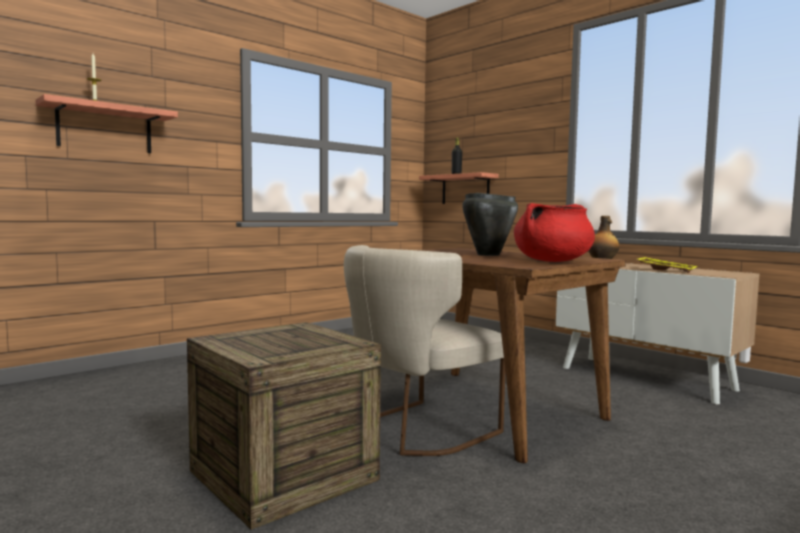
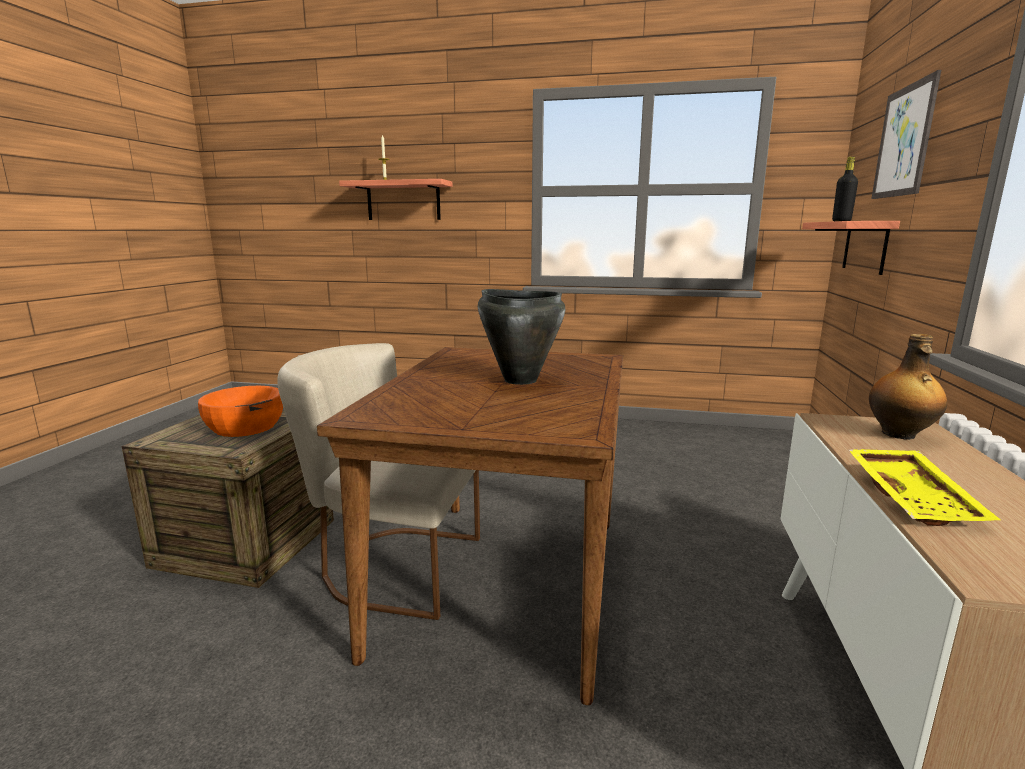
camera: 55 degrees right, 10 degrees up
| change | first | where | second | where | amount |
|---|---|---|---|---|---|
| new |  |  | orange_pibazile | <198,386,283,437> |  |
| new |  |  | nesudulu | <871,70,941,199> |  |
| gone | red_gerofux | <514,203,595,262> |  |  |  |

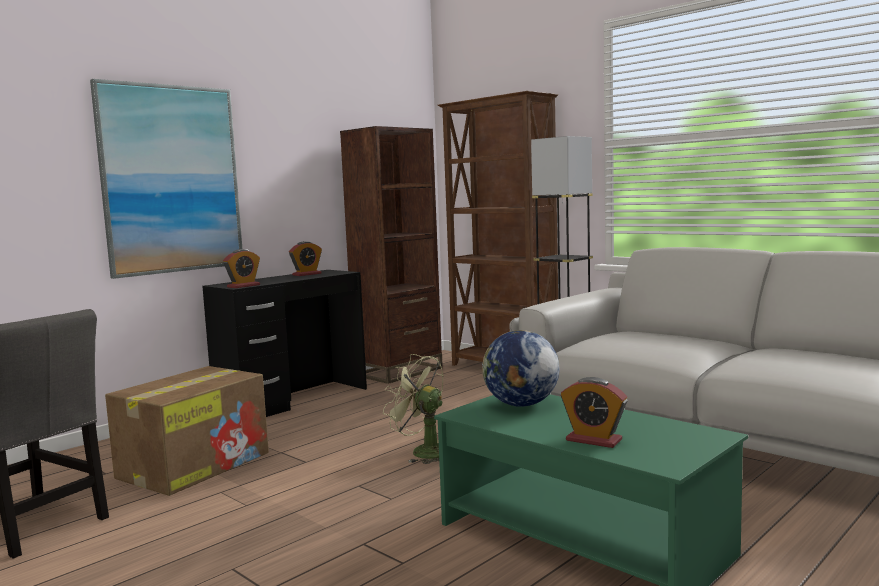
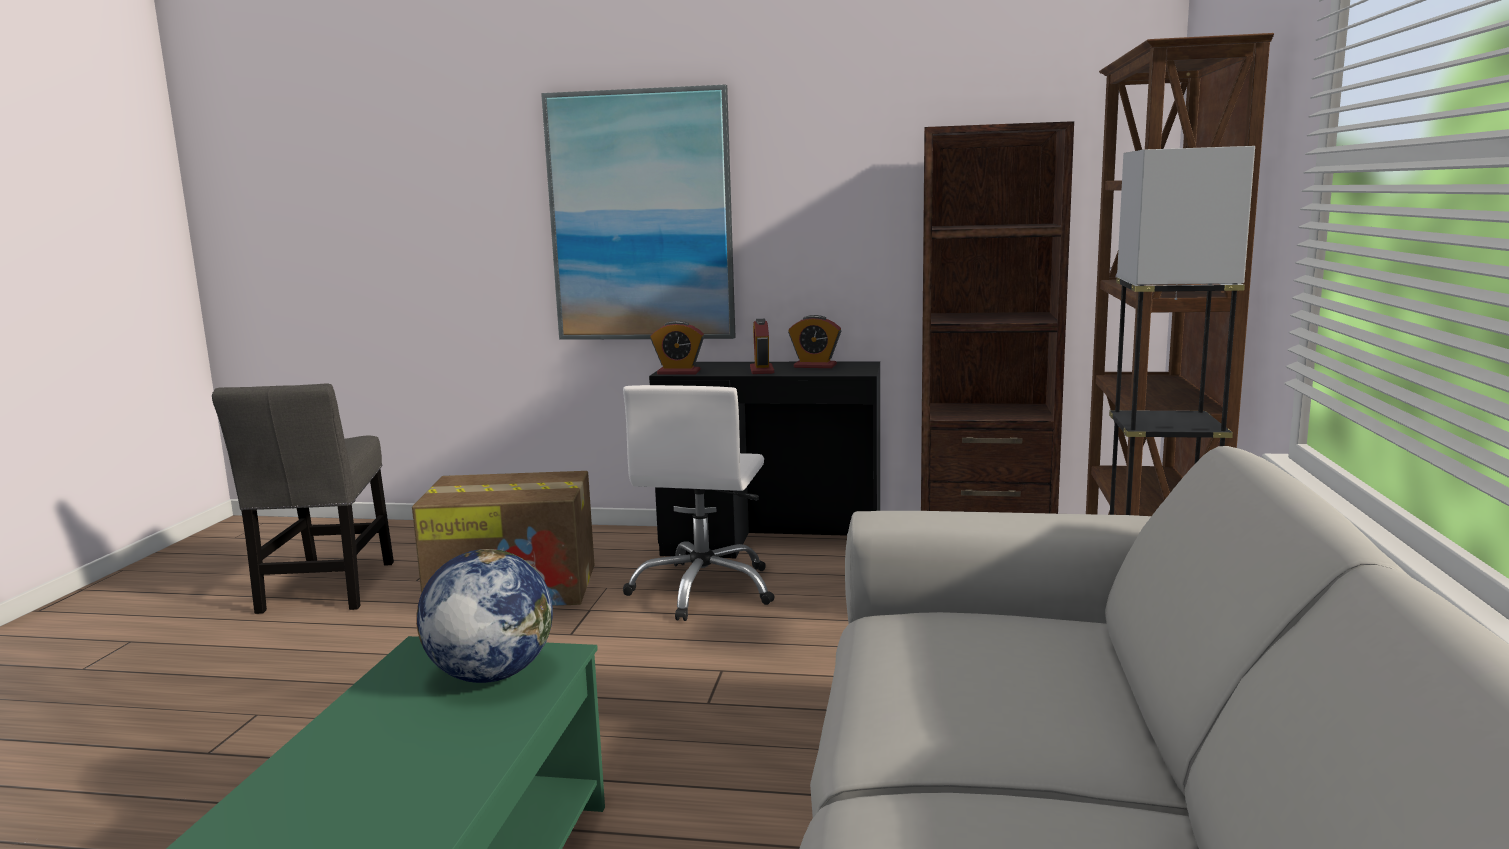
camera: 55 degrees right, 5 degrees up
| change | first | where | second | where | amount |
|---|---|---|---|---|---|
| new |  |  | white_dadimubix | <623,385,775,621> |  |
| shifted | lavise | <561,377,628,448> |  | <750,319,774,374> |  |
| gone | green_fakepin | <383,354,444,464> |  |  |  |

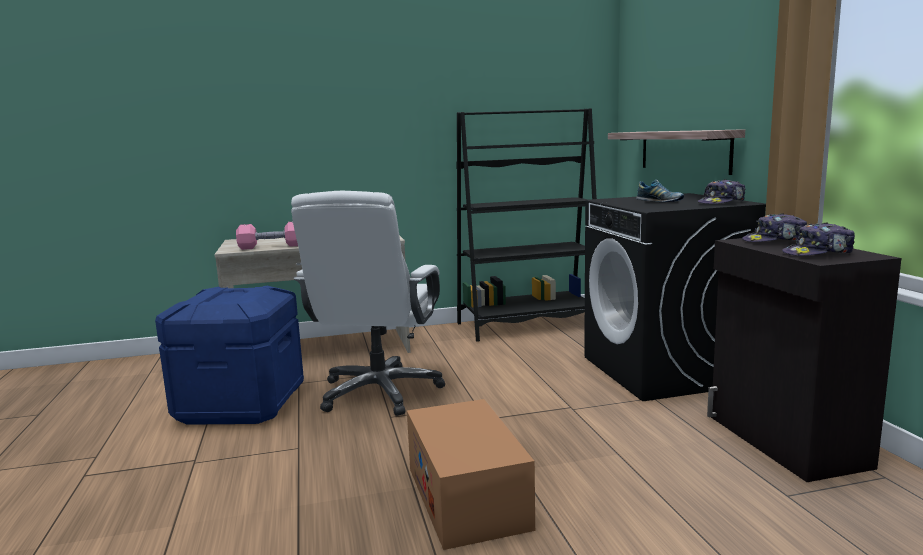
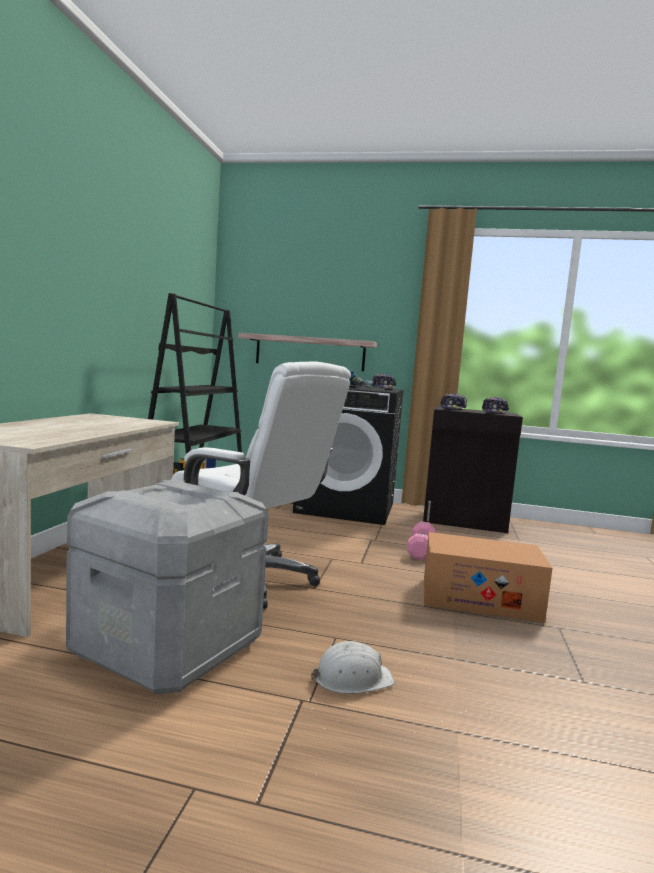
camera: 65 degrees left, 5 degrees down
| change | first | where | second | where | amount |
|---|---|---|---|---|---|
| repainted | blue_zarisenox | <155,286,304,425> | grey_zarisenox | <66,480,268,694> |  |
| new |  |  | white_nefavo | <311,641,395,694> |  |
| shifted | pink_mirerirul | <236,222,298,250> |  | <407,521,436,560> |  |

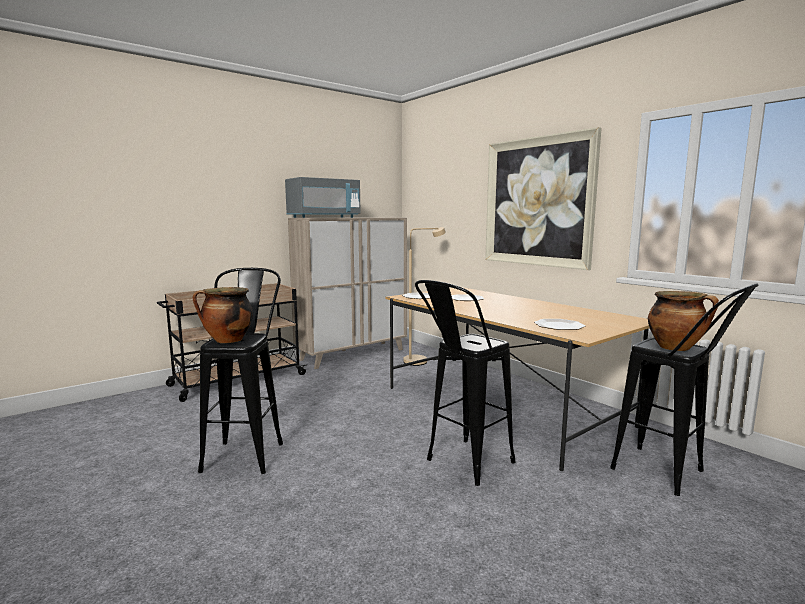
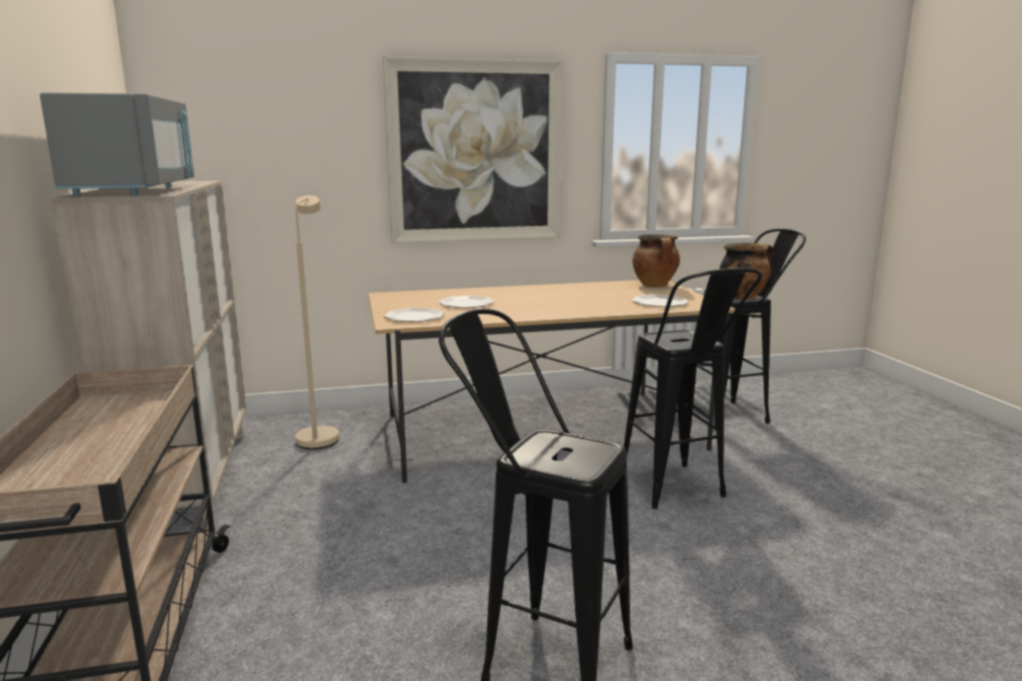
camera: 65 degrees left, 5 degrees up
| change | first | where | second | where | amount |
|---|---|---|---|---|---|
| shifted | gerofux | <193,287,253,343> |  | <632,234,680,287> |  |

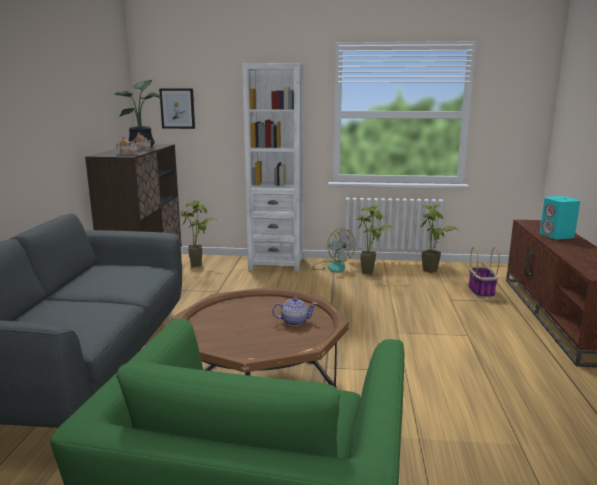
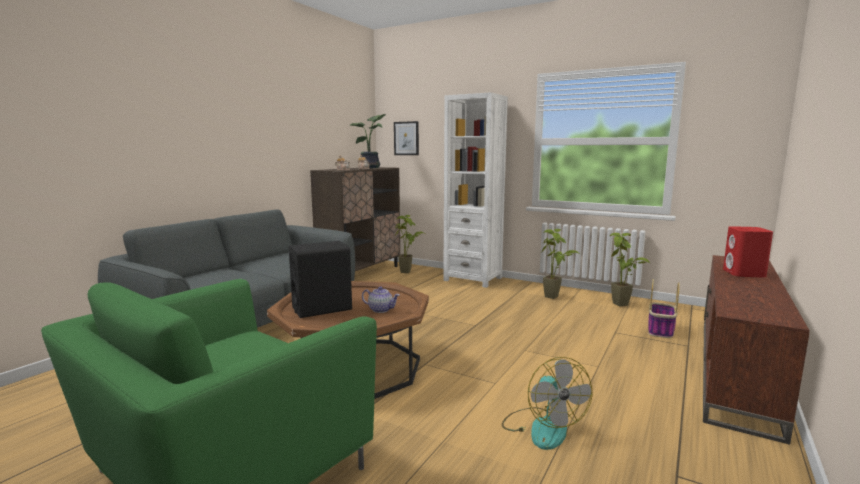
camera: 25 degrees right, 5 degrees down
| change | first | where | second | where | amount |
|---|---|---|---|---|---|
| new |  |  | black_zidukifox | <289,241,352,318> |  |
| shifted | fakepin | <313,228,356,273> |  | <502,357,592,450> |  |
| repainted | turquoise_zidukifox | <539,196,580,240> | red_zidukifox | <723,226,773,278> |  |

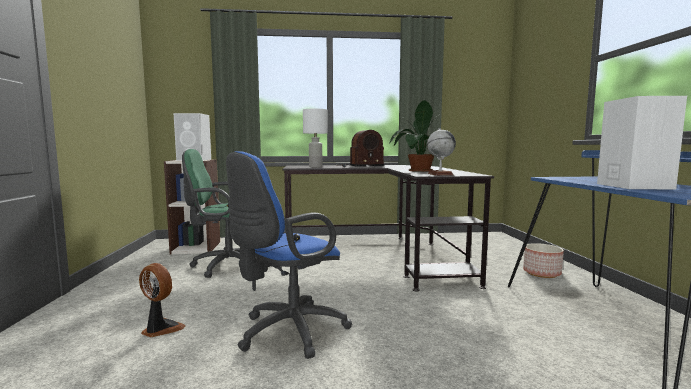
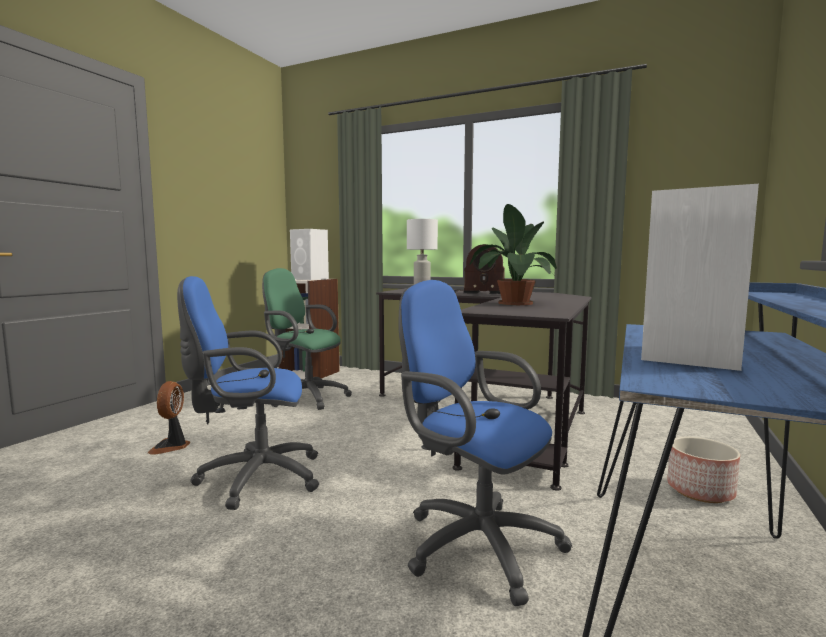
camera: 30 degrees right, 0 degrees up
| change | first | where | second | where | amount |
|---|---|---|---|---|---|
| rotated | fakepin | <139,263,186,337> |  | <148,381,190,455> | 150 degrees counterclockwise |
| new |  |  | blue_dadimubix | <399,280,572,606> |  |
| gone | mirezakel | <427,128,456,176> |  |  |  |

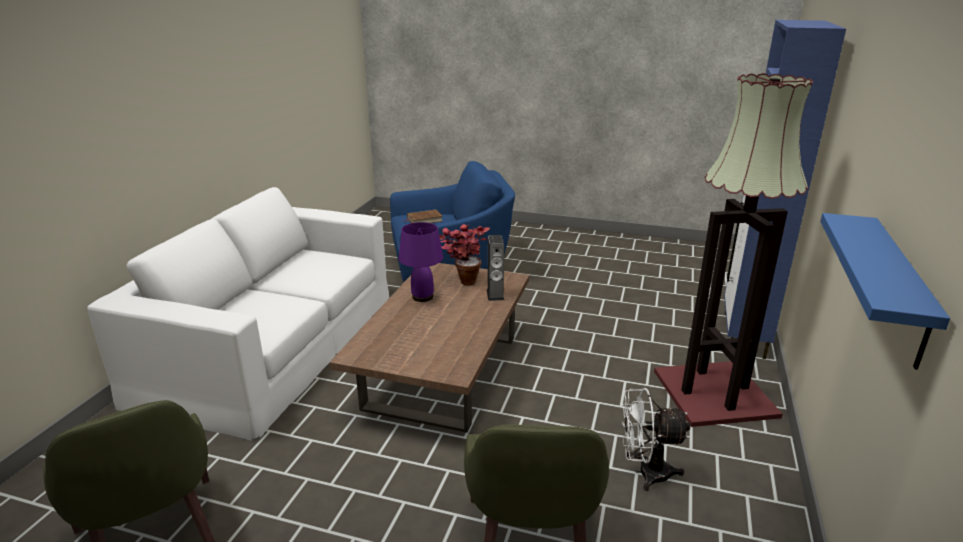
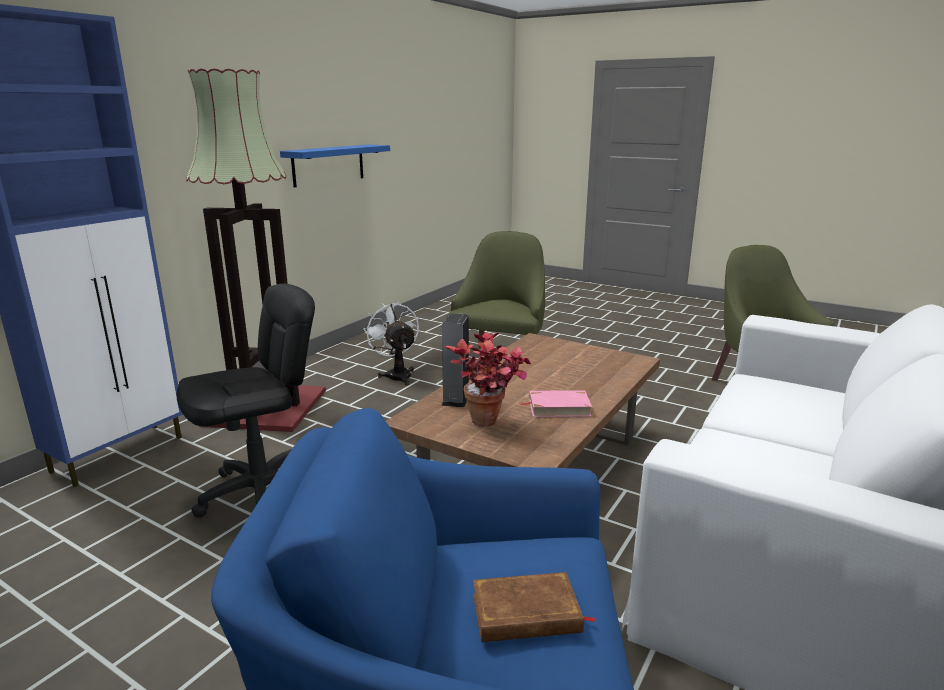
camera: 165 degrees left, 5 degrees down
| change | first | where | second | where | amount |
|---|---|---|---|---|---|
| new |  |  | black_dadimubix | <176,284,315,518> |  |
| rotated | white_fakepin | <621,388,690,491> |  | <364,302,419,385> | 135 degrees counterclockwise |
| swapped | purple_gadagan | <399,222,443,302> | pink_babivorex | <520,390,592,417> |  |

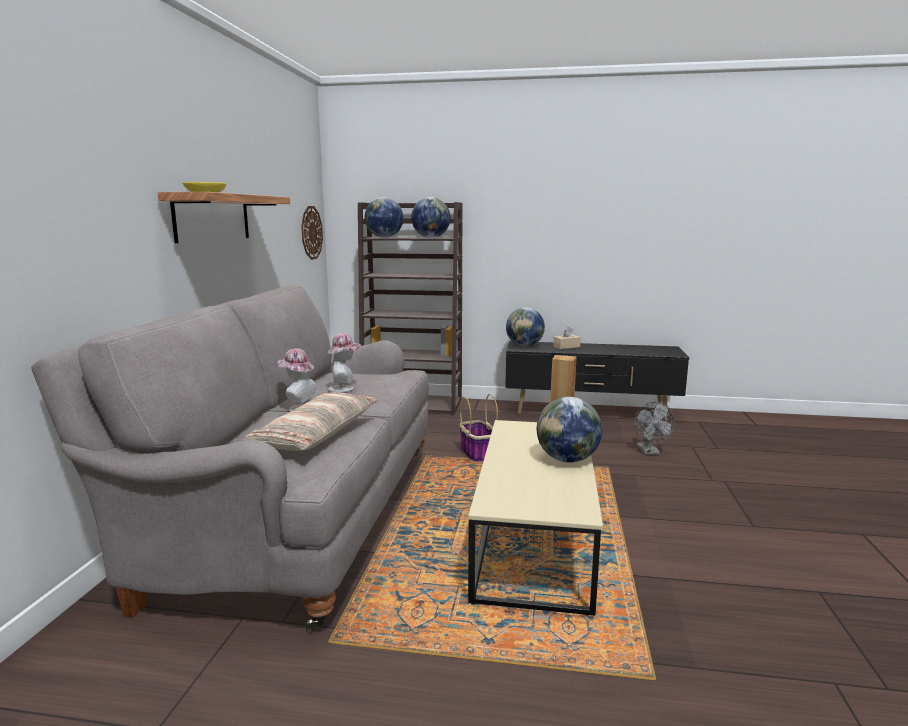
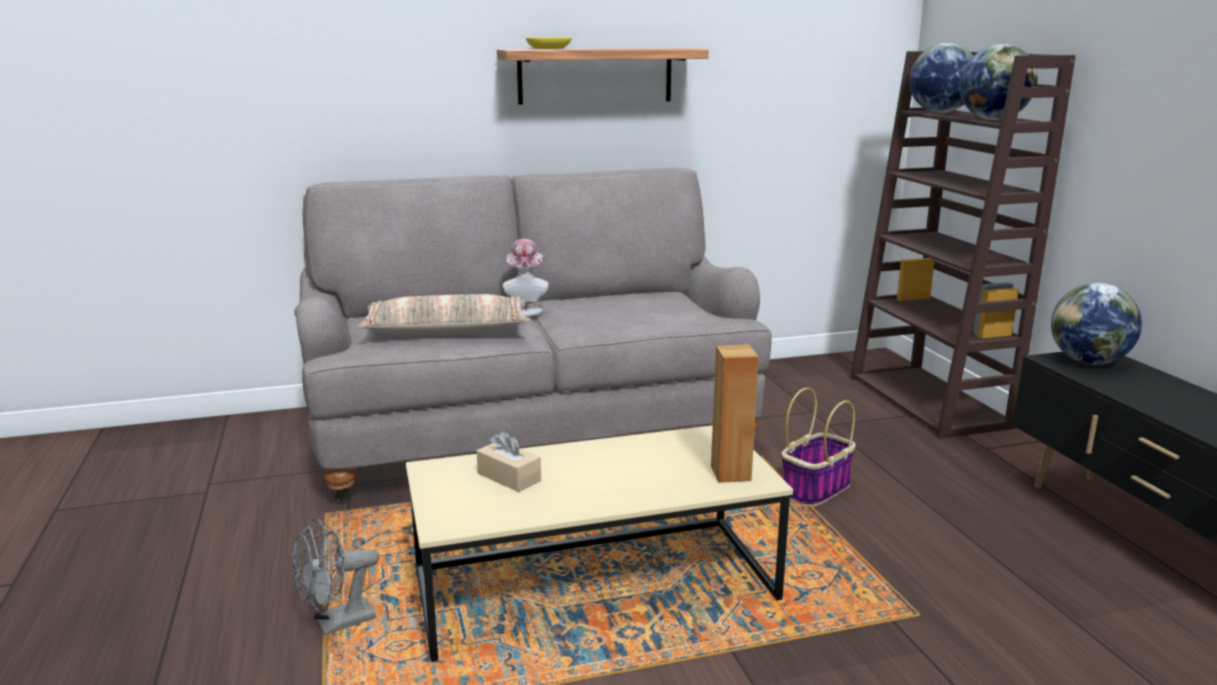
camera: 65 degrees right, 5 degrees up
| change | first | where | second | where | amount |
|---|---|---|---|---|---|
| shifted | grey_fakepin | <634,402,675,455> |  | <292,518,379,636> |  |
| shifted | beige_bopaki | <553,327,581,349> |  | <477,431,541,492> |  |
| gone | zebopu | <301,206,323,260> |  |  |  |
| gone | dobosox | <327,333,361,393> |  |  |  |
| gone | mirezakel | <537,397,602,463> |  |  |  |

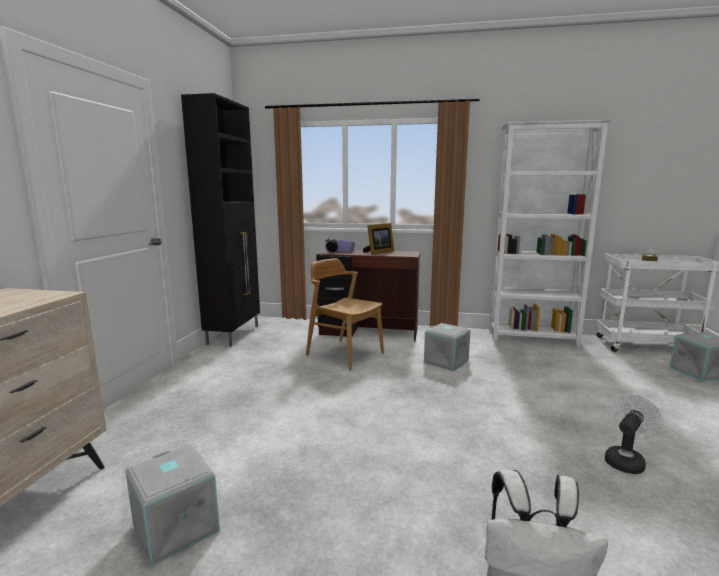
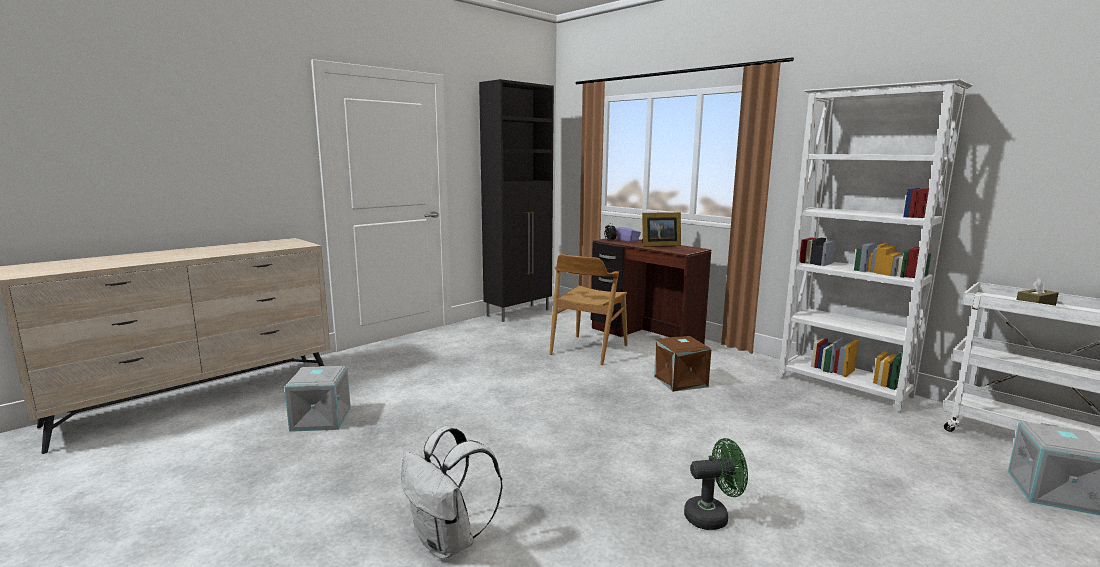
camera: 35 degrees right, 0 degrees up
| change | first | where | second | where | amount |
|---|---|---|---|---|---|
| rotated | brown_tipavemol | <306,258,384,370> |  | <550,254,628,365> | 135 degrees counterclockwise |
| repainted | grey_zarisenox | <424,323,471,372> | brown_zarisenox | <654,336,711,392> |  |
| repainted | white_fakepin | <605,394,663,474> | green_fakepin | <684,438,748,530> |  |

